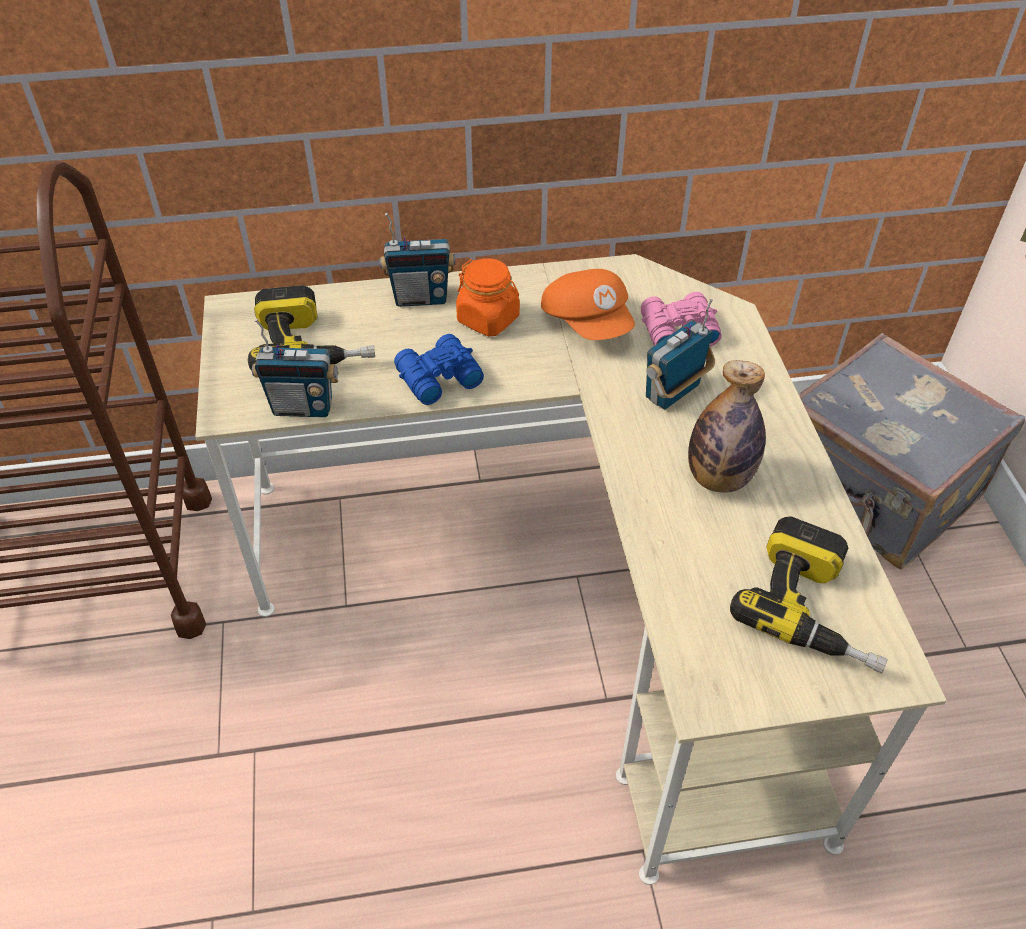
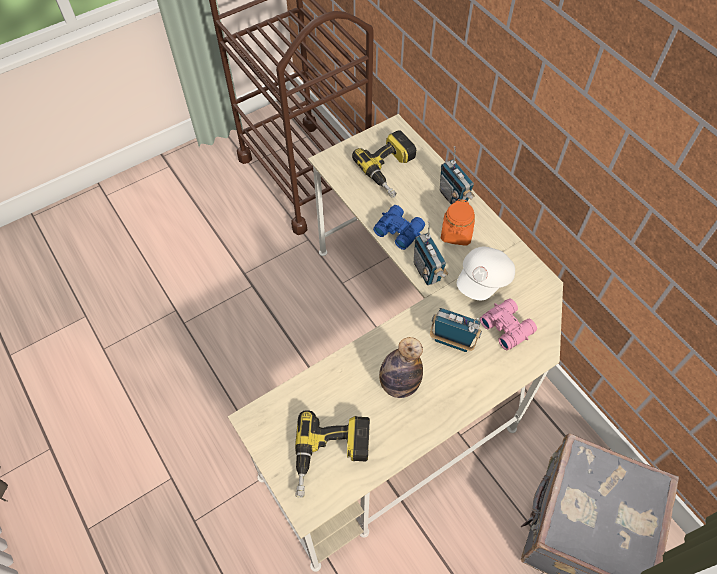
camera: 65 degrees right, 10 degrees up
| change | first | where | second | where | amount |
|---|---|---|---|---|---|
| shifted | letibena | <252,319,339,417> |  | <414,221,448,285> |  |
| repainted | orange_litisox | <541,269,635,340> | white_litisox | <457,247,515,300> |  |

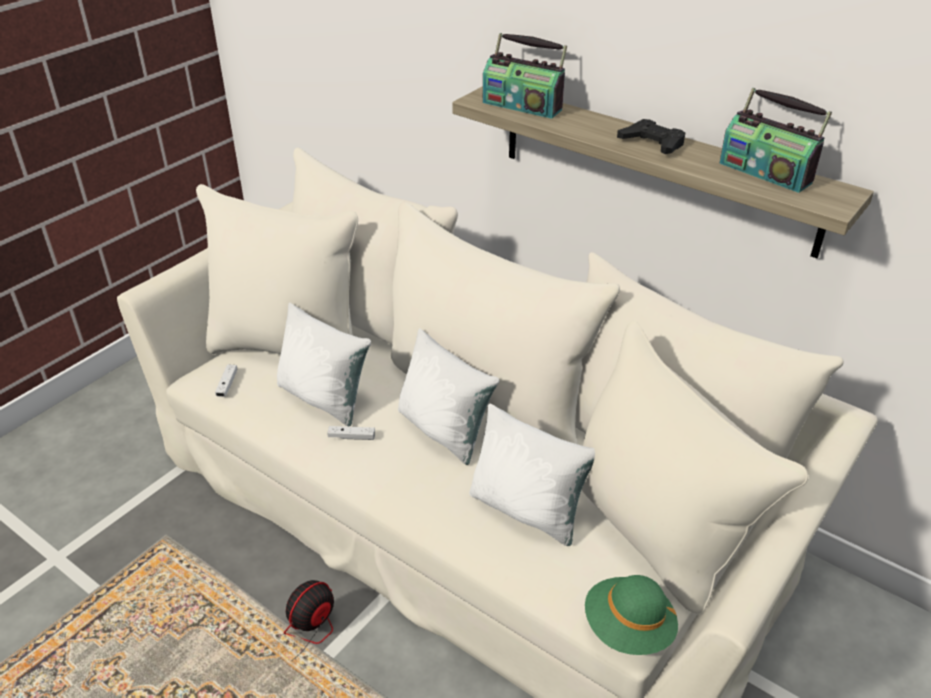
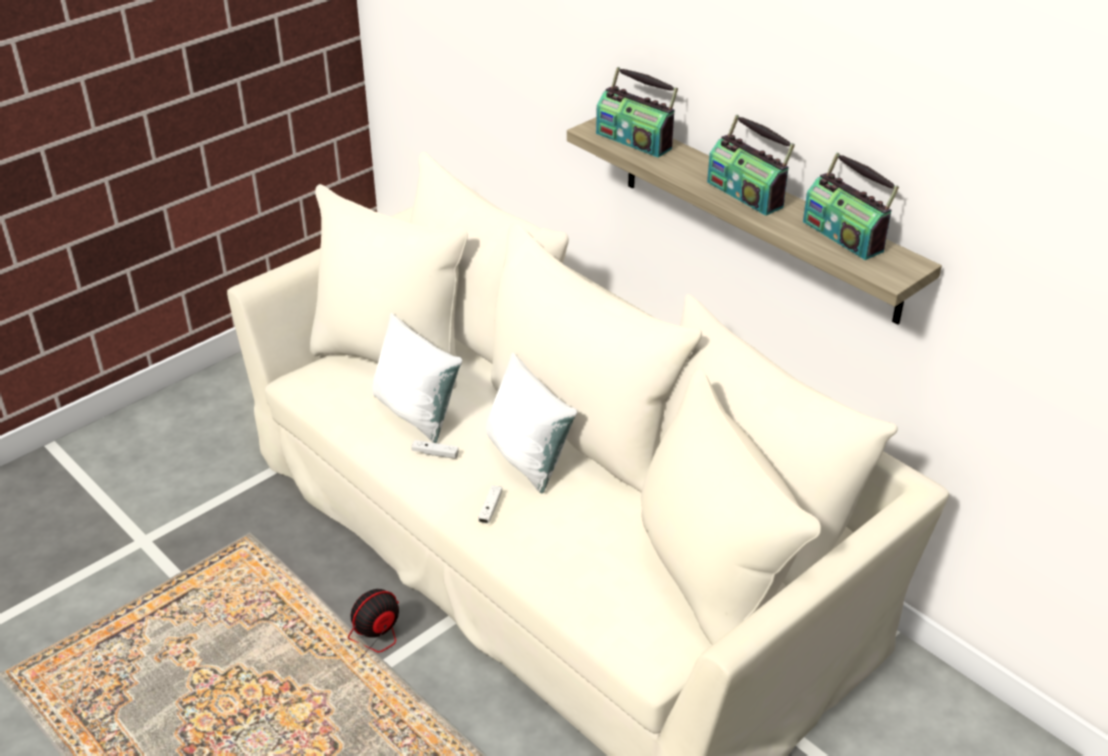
camera: 10 degrees right, 0 degrees up
| change | first | where | second | where | amount |
|---|---|---|---|---|---|
| shifted | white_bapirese | <215,365,237,397> |  | <478,485,502,524> |  |
| swapped | black_bapirese | <617,119,685,154> | letibena | <707,115,795,216> |  |
| gone | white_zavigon | <469,404,595,546> |  |  |  |
| gone | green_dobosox | <585,575,678,655> |  |  |  |

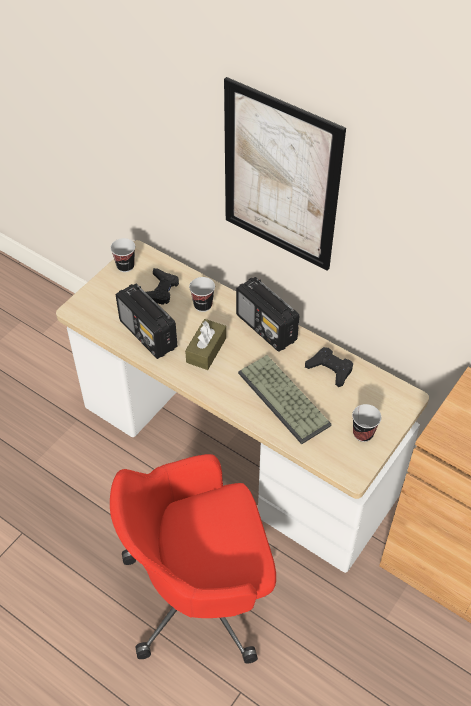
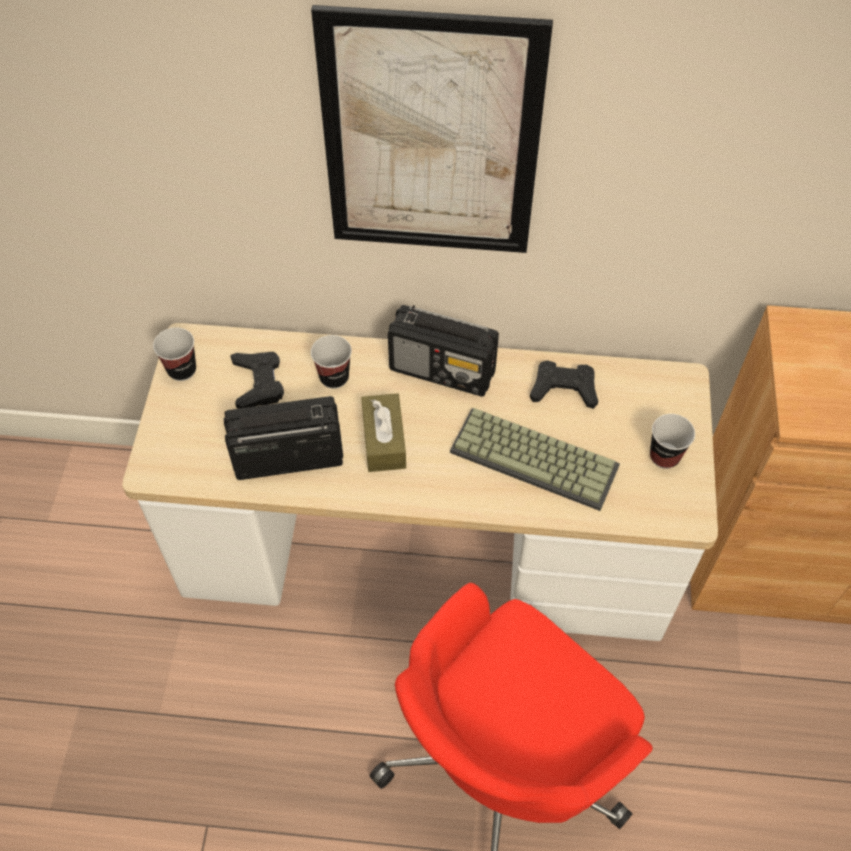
camera: 30 degrees left, 5 degrees up
| change | first | where | second | where | amount |
|---|---|---|---|---|---|
| rotated | letibena | <116,284,177,359> |  | <224,396,343,480> | 150 degrees clockwise |

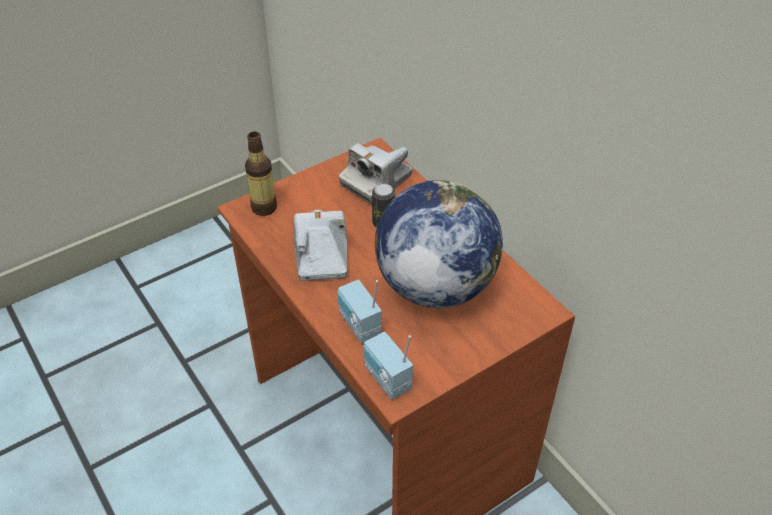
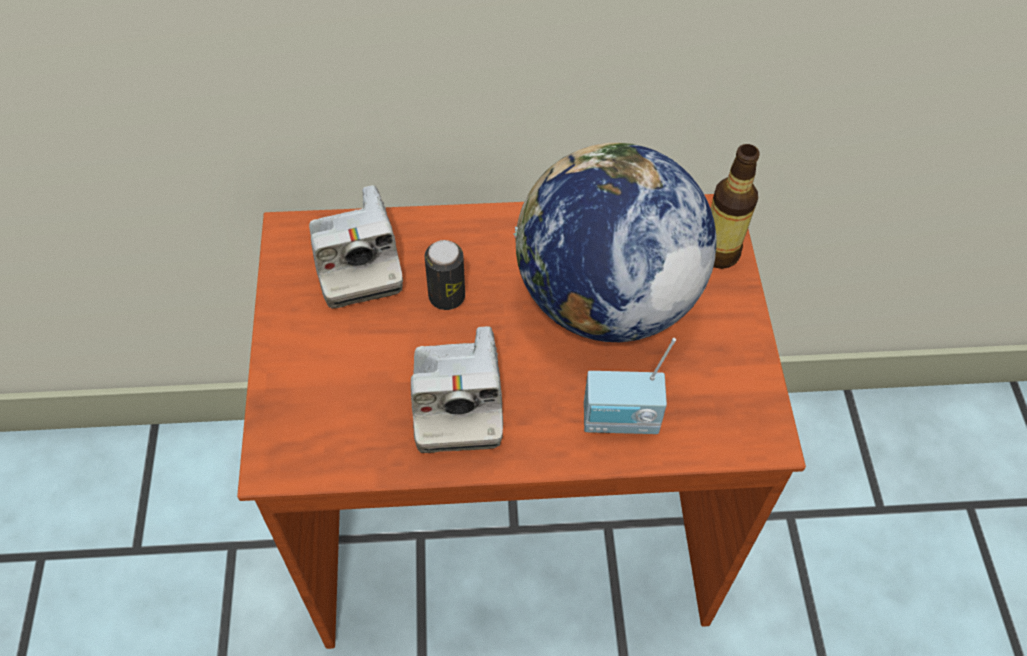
camera: 60 degrees left, 10 degrees up
| change | first | where | second | where | amount |
|---|---|---|---|---|---|
| rotated | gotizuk | <293,210,347,281> |  | <411,326,503,453> | 120 degrees counterclockwise |
| shifted | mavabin | <245,132,277,216> |  | <711,144,760,269> |  |
| gone | letibena | <363,332,413,400> |  |  |  |

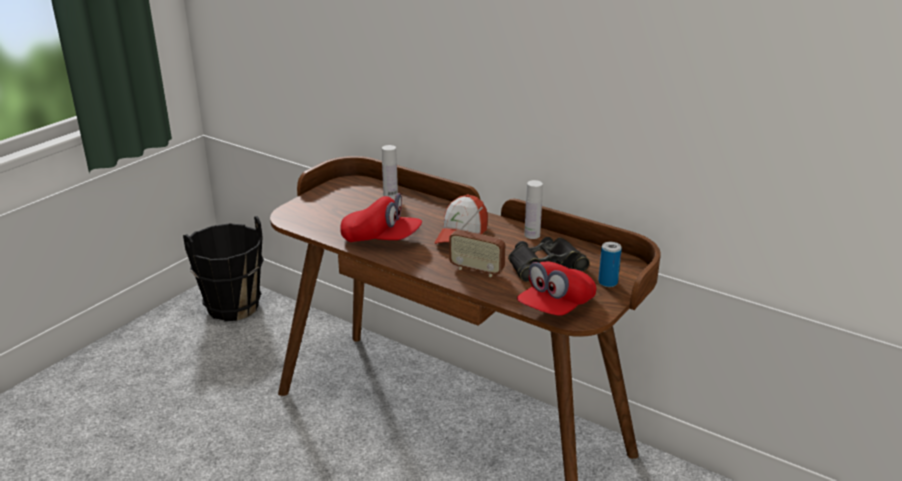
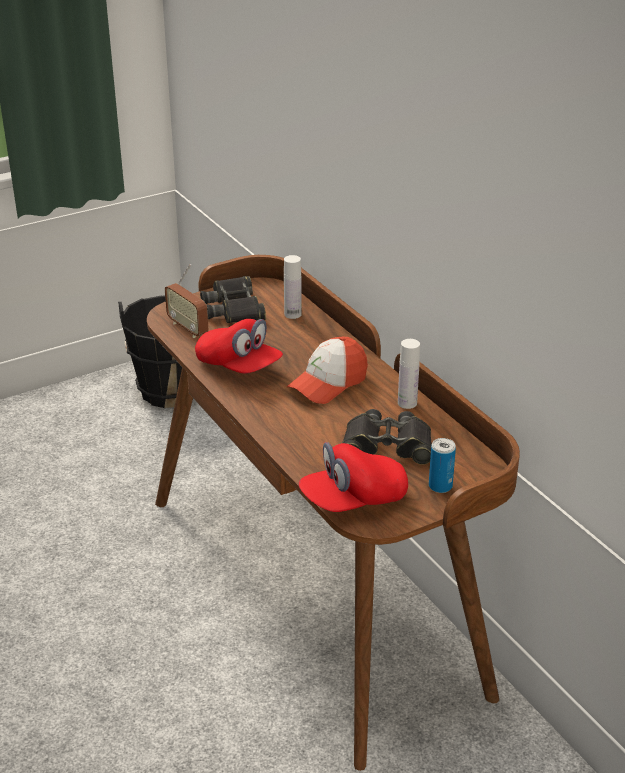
camera: 25 degrees right, 5 degrees up
| change | first | where | second | where | amount |
|---|---|---|---|---|---|
| shifted | letibena | <449,207,506,277> |  | <165,264,208,338> |  |
| new |  |  | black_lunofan | <200,276,266,323> |  |

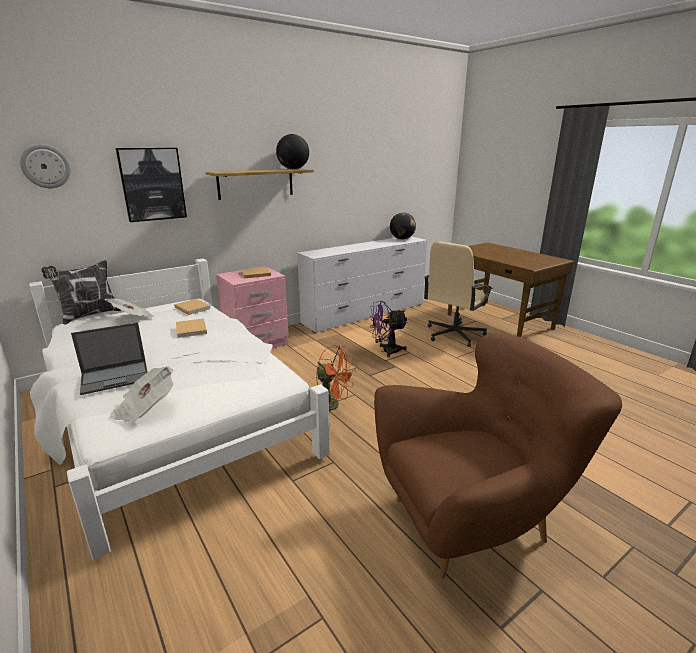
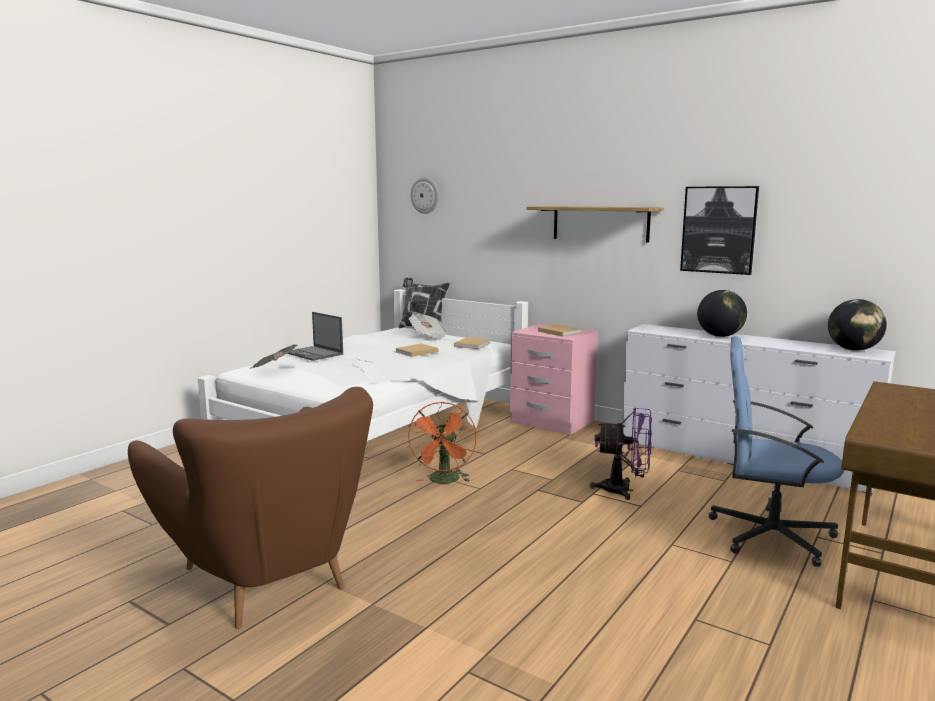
camera: 70 degrees right, 10 degrees down
| change | first | where | second | where | amount |
|---|---|---|---|---|---|
| rotated | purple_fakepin | <369,301,408,358> |  | <590,408,652,500> | 135 degrees clockwise |
| shifted | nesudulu | <116,148,187,222> |  | <680,186,759,275> |  |
| shifted | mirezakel | <276,134,309,169> |  | <697,290,747,337> |  |
| repainted | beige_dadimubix | <424,241,493,347> | blue_dadimubix | <709,336,845,567> |  |

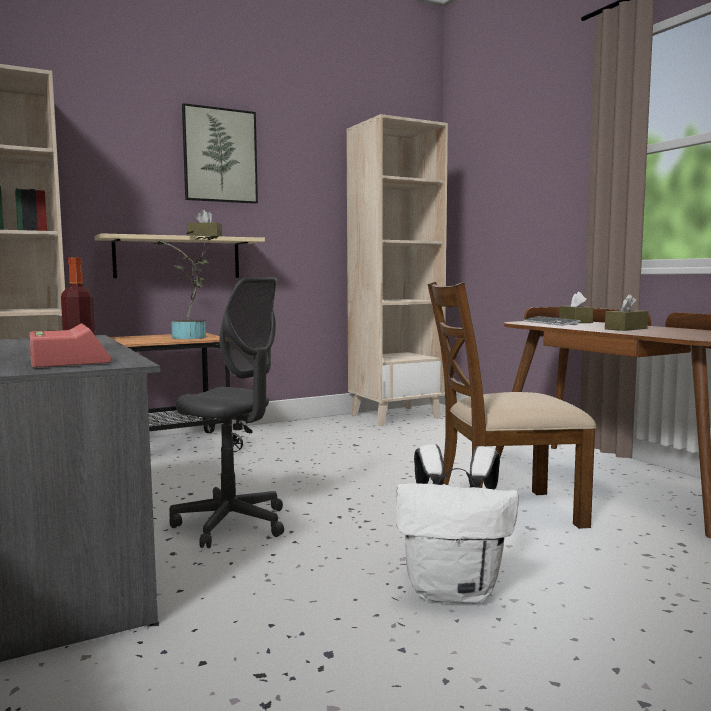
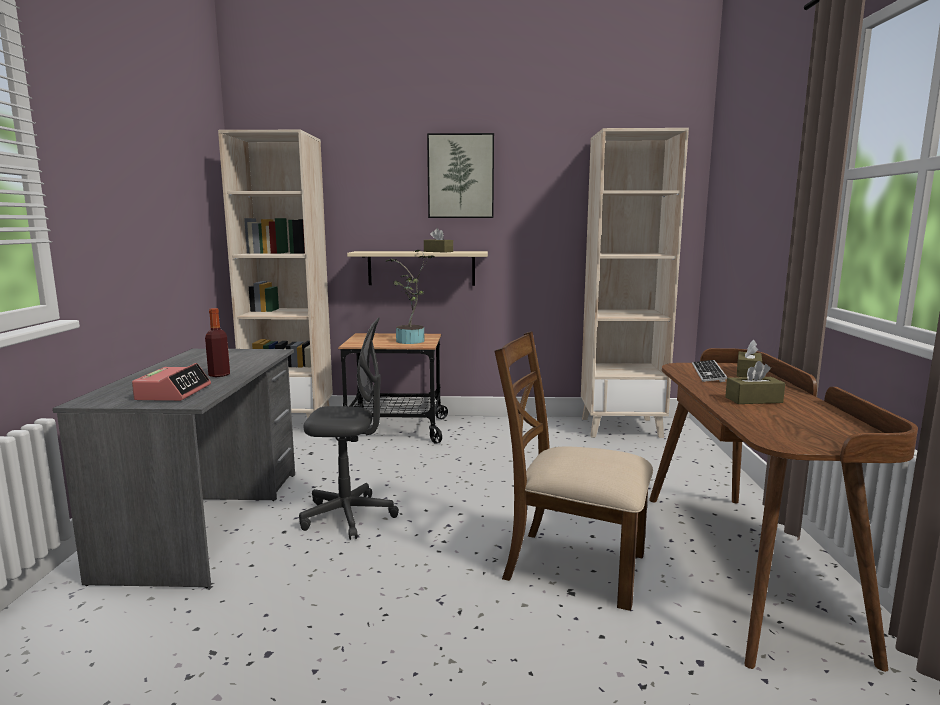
camera: 30 degrees right, 5 degrees up
| change | first | where | second | where | amount |
|---|---|---|---|---|---|
| rotated | grey_dadimubix | <169,278,284,548> |  | <299,318,399,540> | 60 degrees counterclockwise |
| gone | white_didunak | <396,444,519,604> |  |  |  |

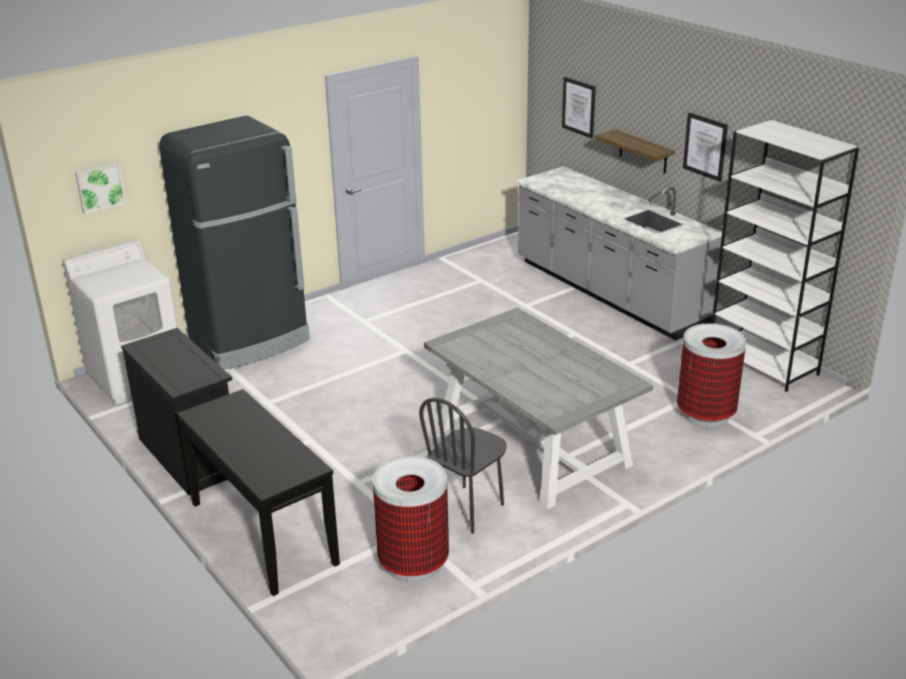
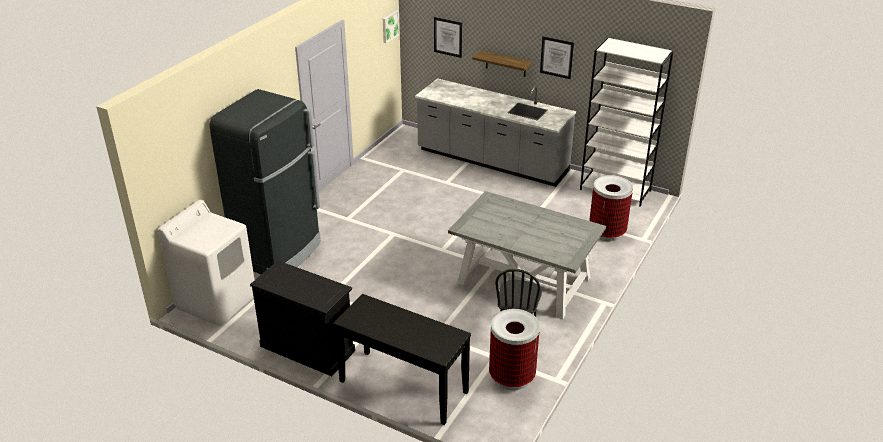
camera: 25 degrees left, 5 degrees up
| change | first | where | second | where | amount |
|---|---|---|---|---|---|
| shifted | nesudulu | <75,162,126,214> |  | <383,11,399,43> |  |

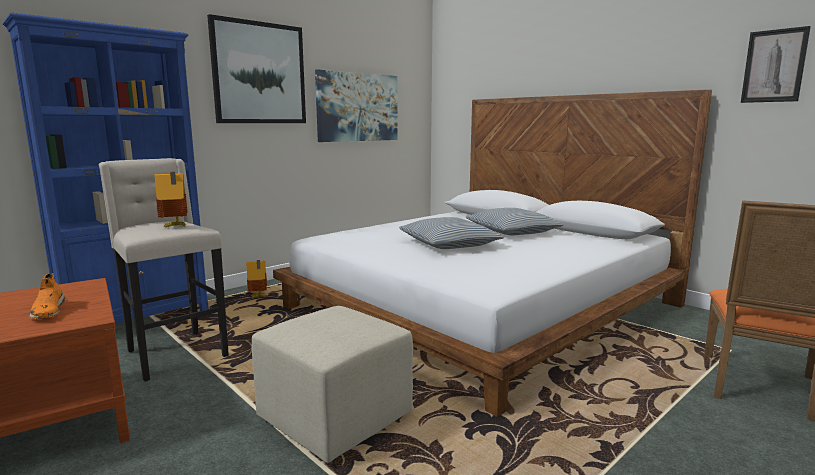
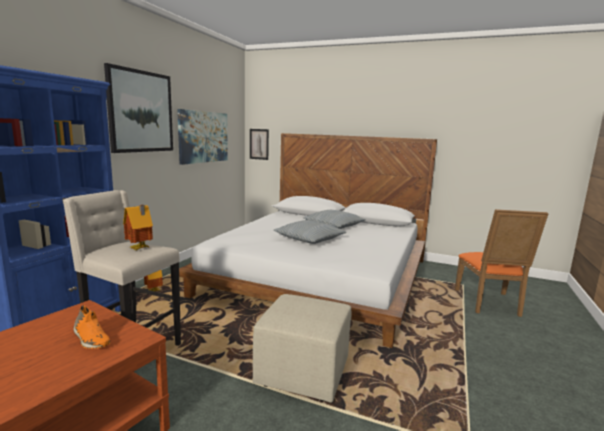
camera: 25 degrees left, 0 degrees up
| change | first | where | second | where | amount |
|---|---|---|---|---|---|
| shifted | nesudulu | <741,26,811,103> |  | <250,129,269,160> |  |

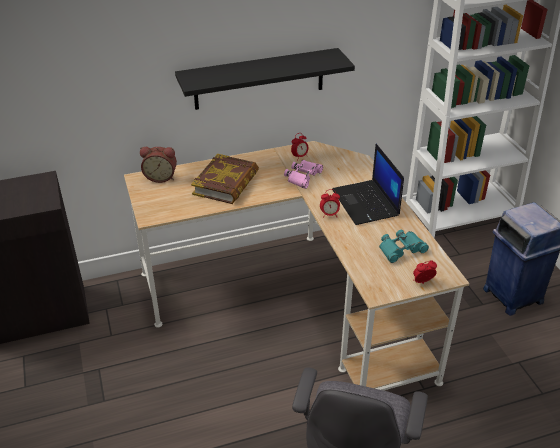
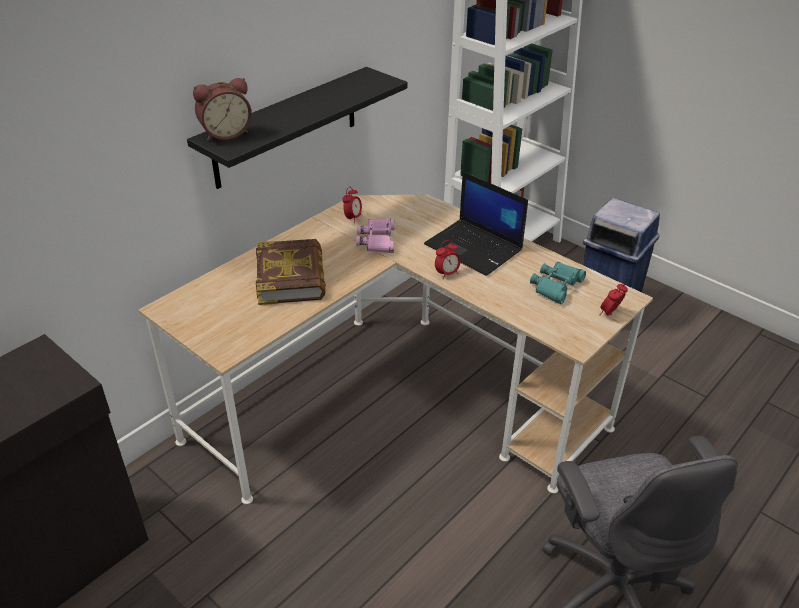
camera: 30 degrees left, 0 degrees up
| change | first | where | second | where | amount |
|---|---|---|---|---|---|
| shifted | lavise | <140,147,177,183> |  | <193,78,252,141> |  |

